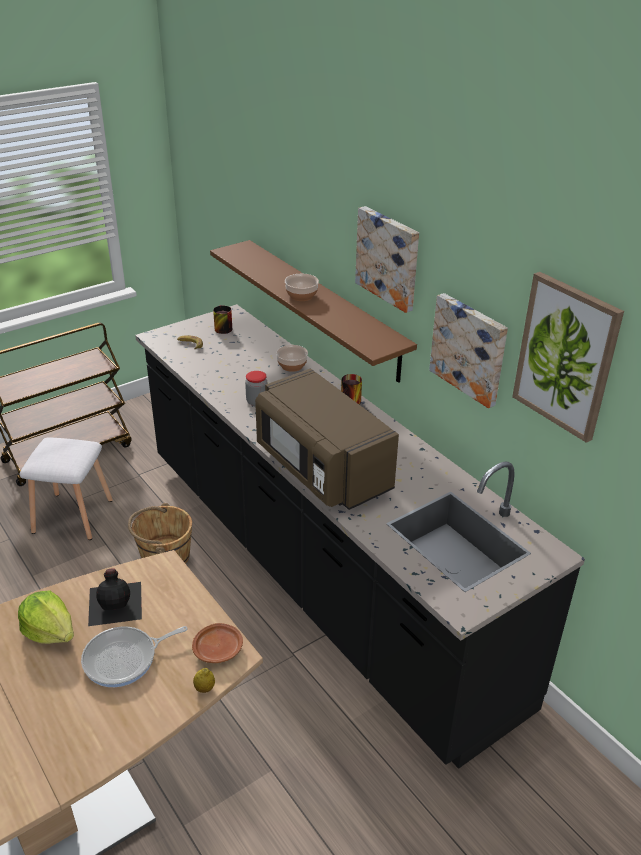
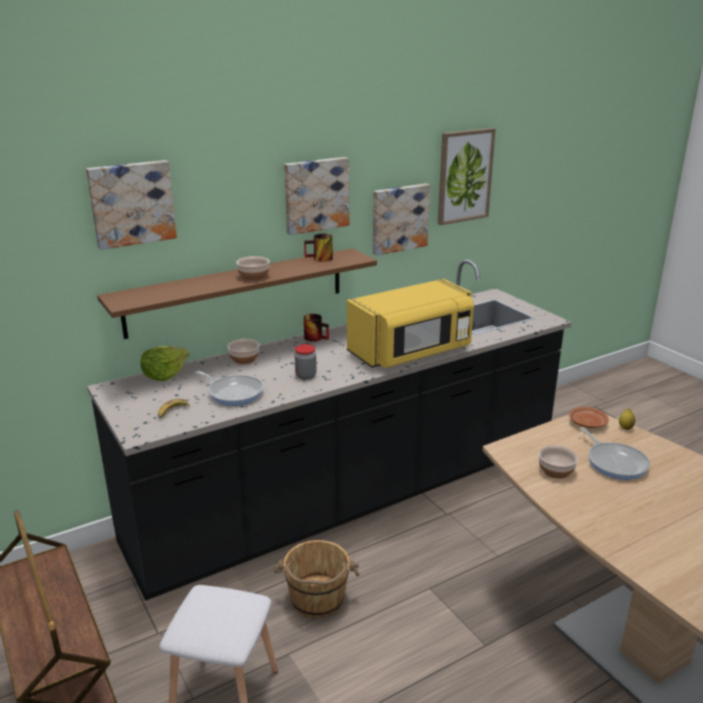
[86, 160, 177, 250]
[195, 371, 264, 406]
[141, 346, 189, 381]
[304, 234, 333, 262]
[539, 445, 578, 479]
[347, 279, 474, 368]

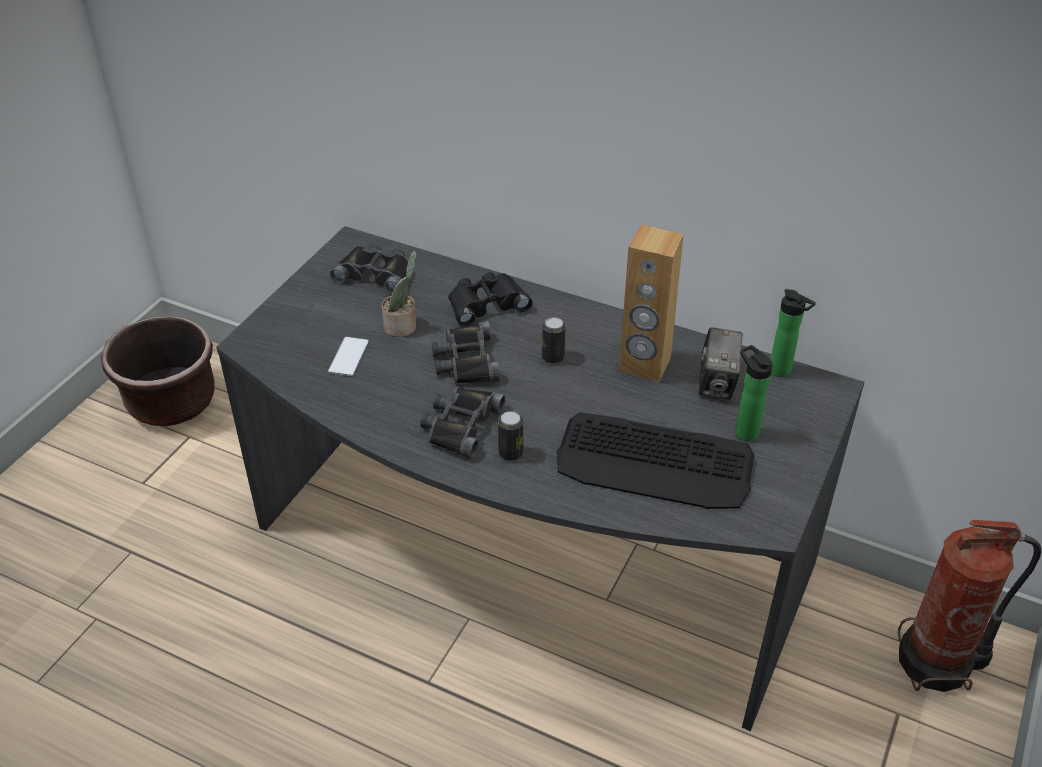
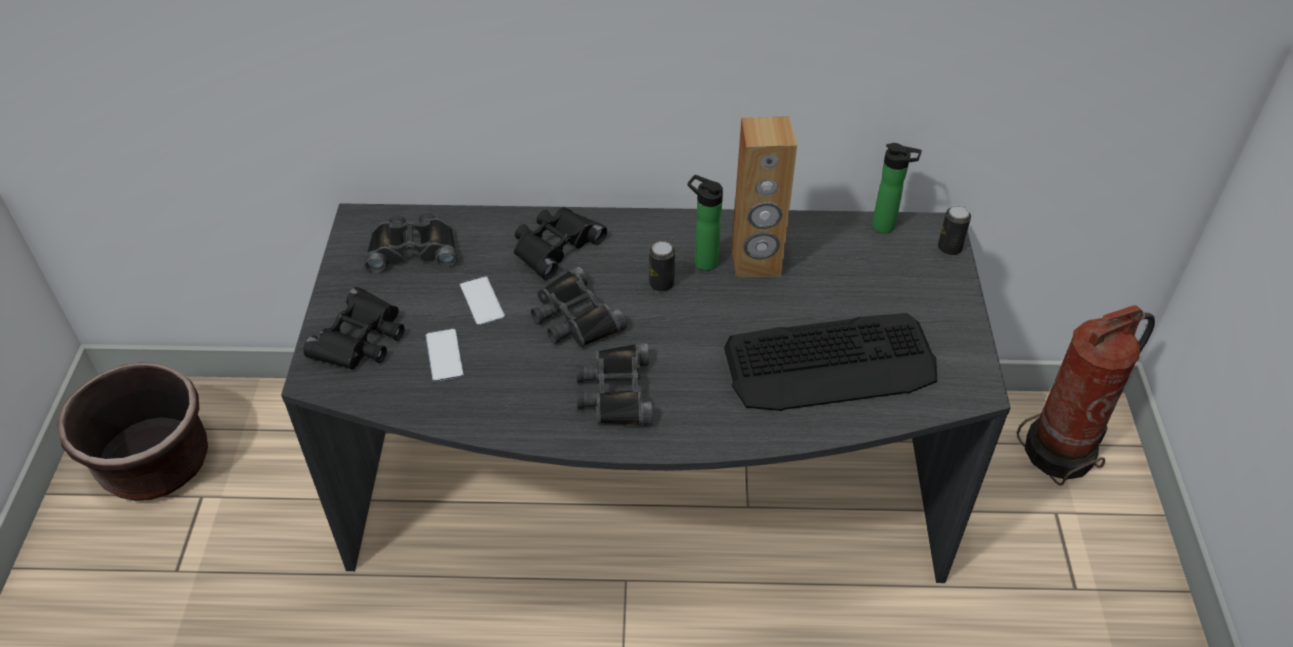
[698, 327, 743, 400] (first image)
[303, 287, 404, 370]
[938, 206, 971, 255]
[687, 175, 723, 271]
[459, 276, 505, 326]

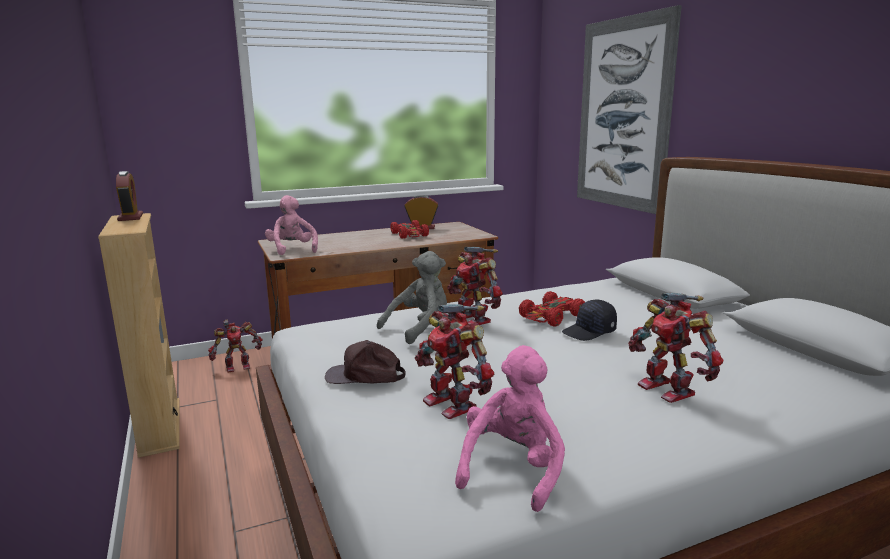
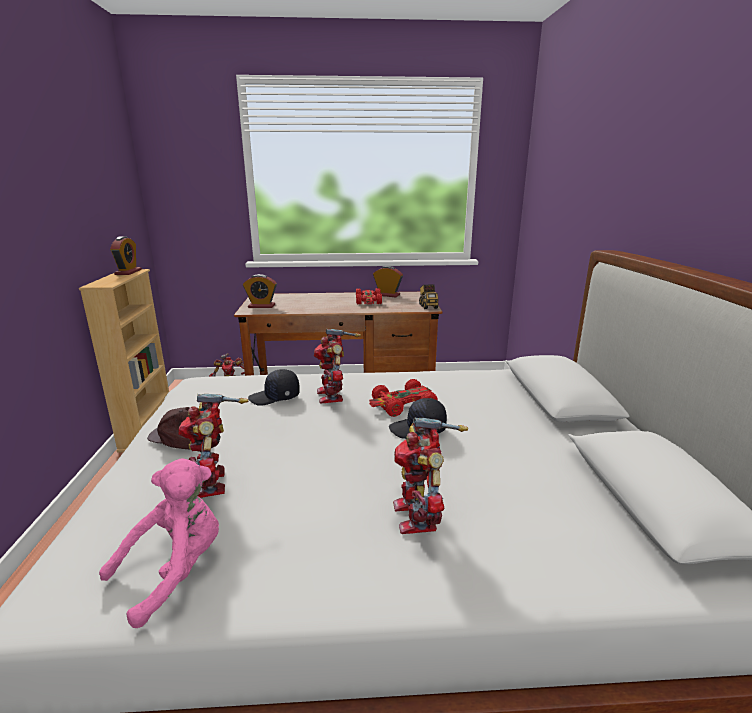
[577, 5, 682, 214] (first image)
[419, 284, 438, 309]
[243, 274, 277, 308]
[248, 369, 300, 406]

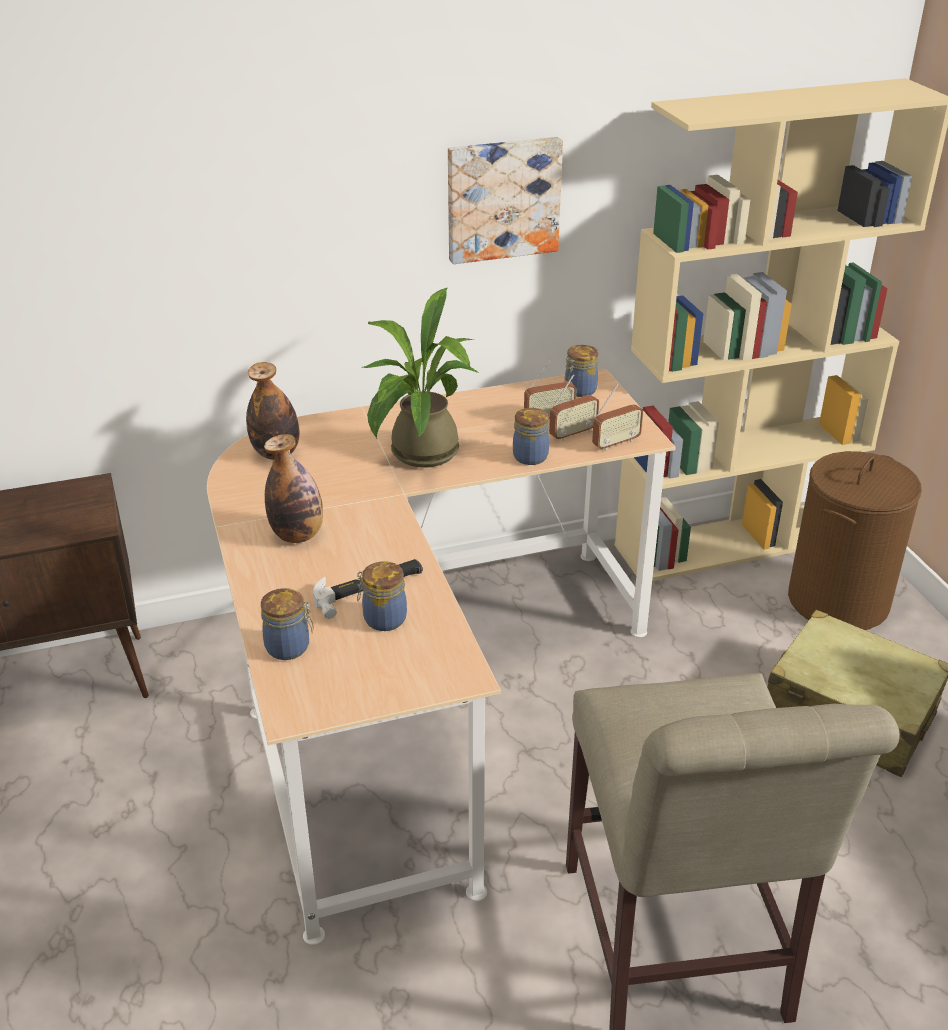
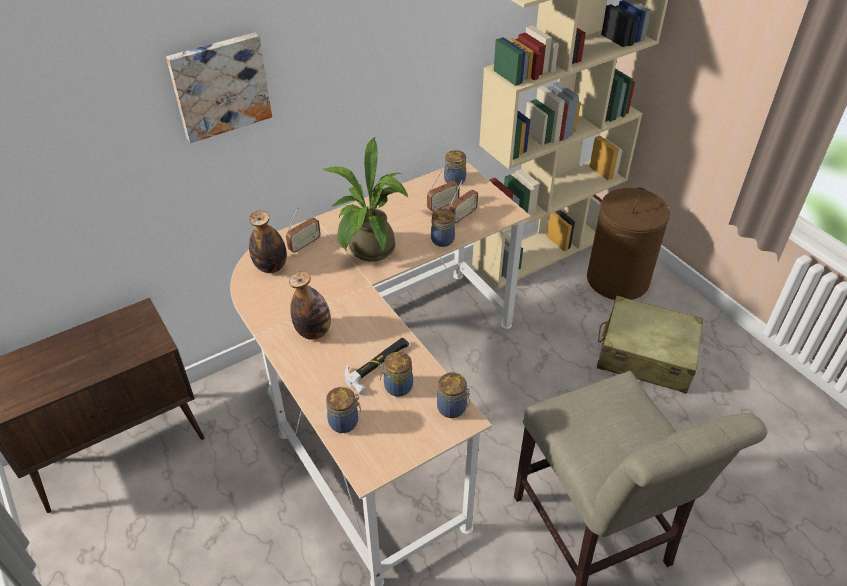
[437, 373, 470, 418]
[166, 33, 272, 143]
[286, 208, 321, 253]

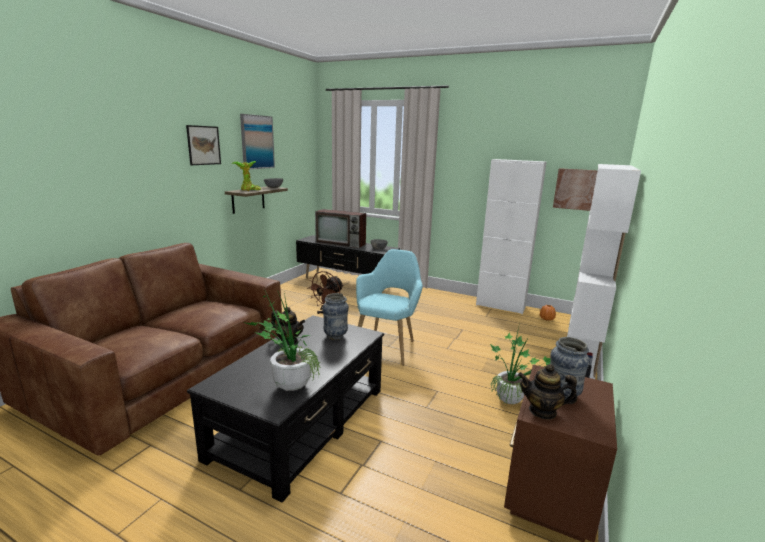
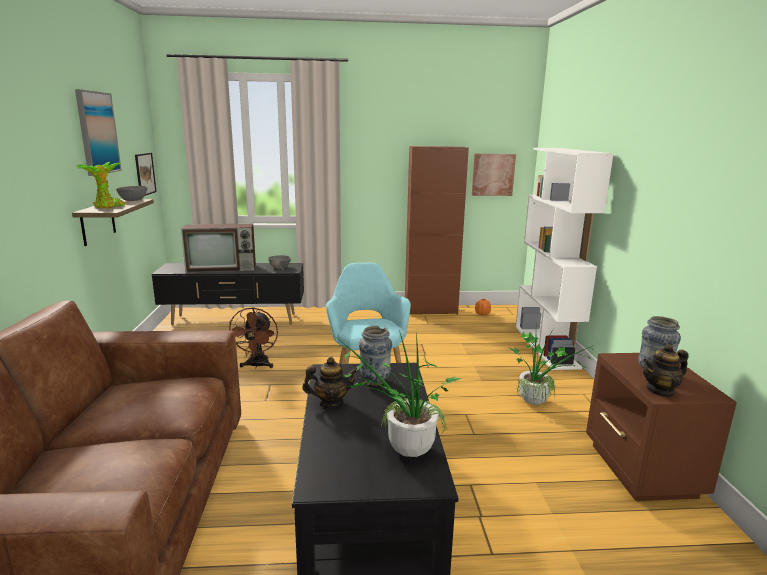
[135, 153, 157, 196]
[405, 146, 469, 314]

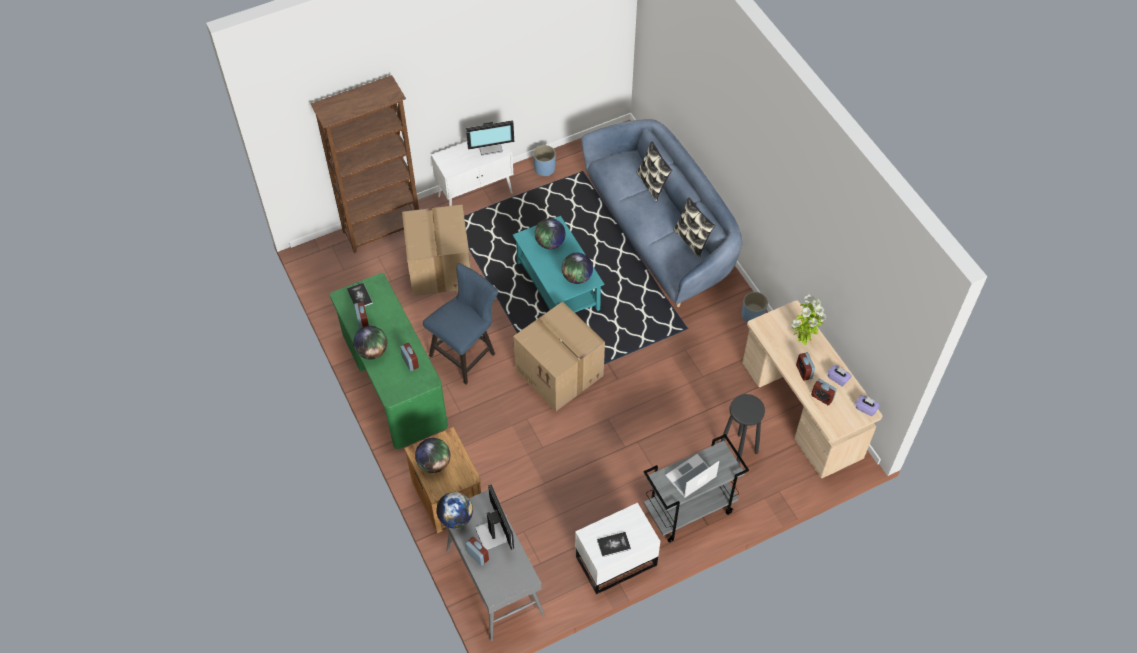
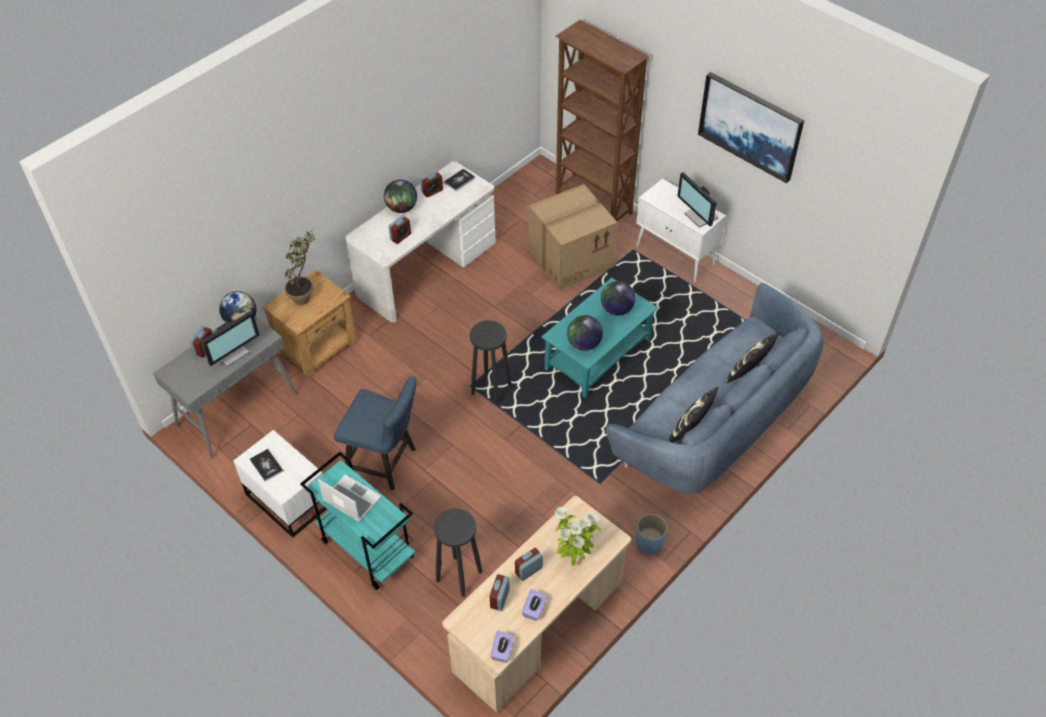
[533, 145, 556, 176] (first image)
[698, 72, 804, 183]
[333, 376, 417, 490]
[284, 231, 314, 305]
[470, 320, 511, 405]
[345, 161, 496, 323]
[300, 452, 415, 590]

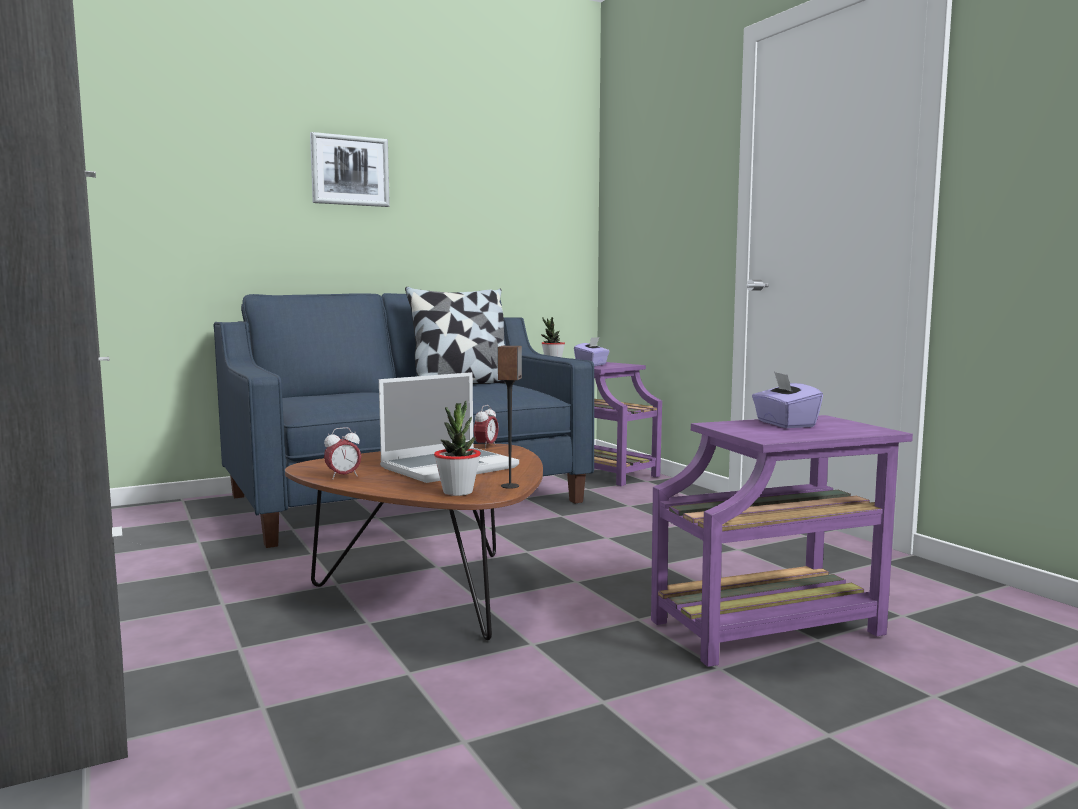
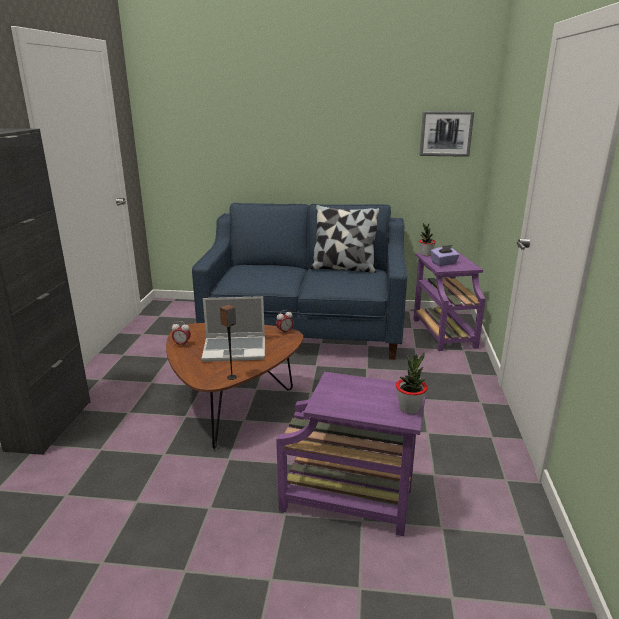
[752, 372, 823, 428] (first image)
[420, 111, 474, 157]
[396, 352, 427, 414]

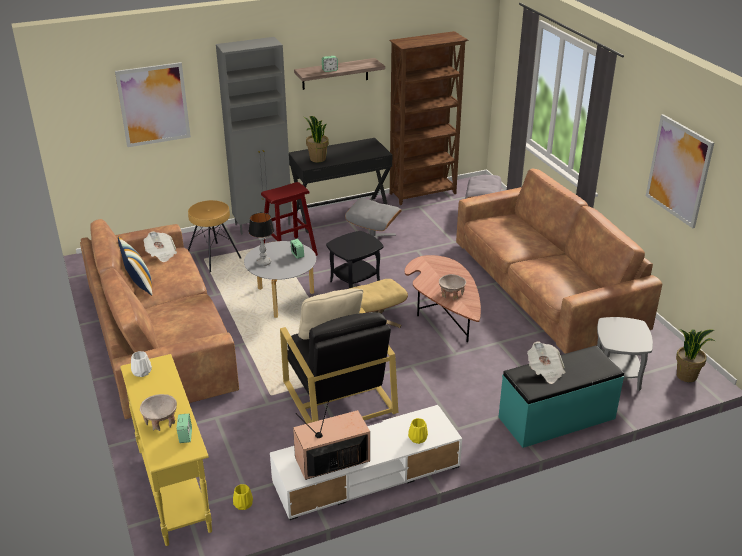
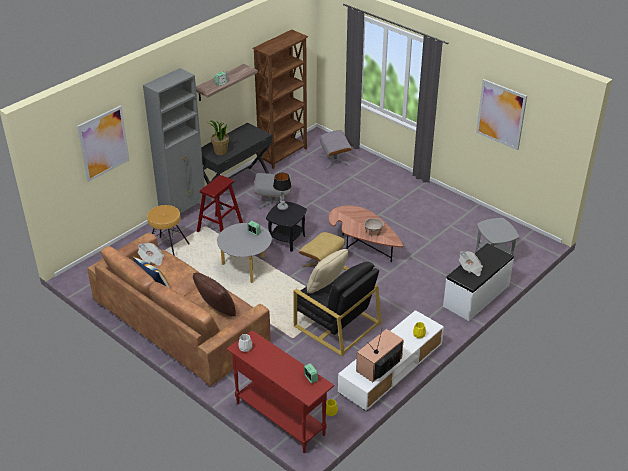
[140, 394, 177, 431] (first image)
[456, 169, 662, 354] (first image)
[676, 329, 715, 382] (first image)
[193, 273, 236, 316]
[273, 173, 291, 210]
[227, 330, 335, 453]
[443, 243, 514, 321]

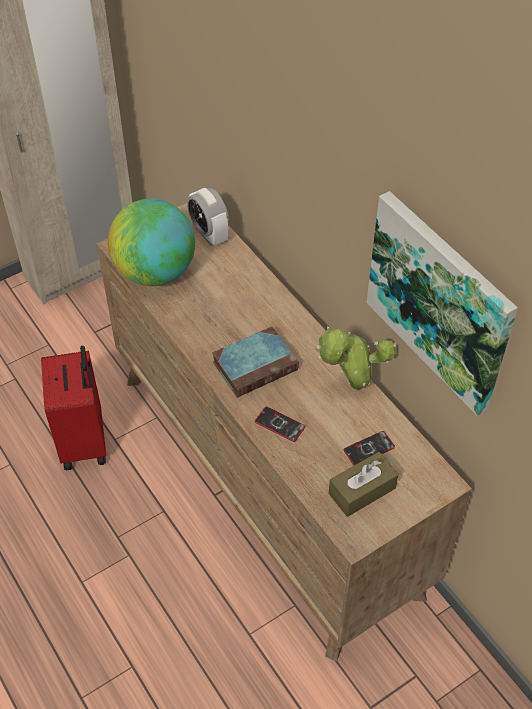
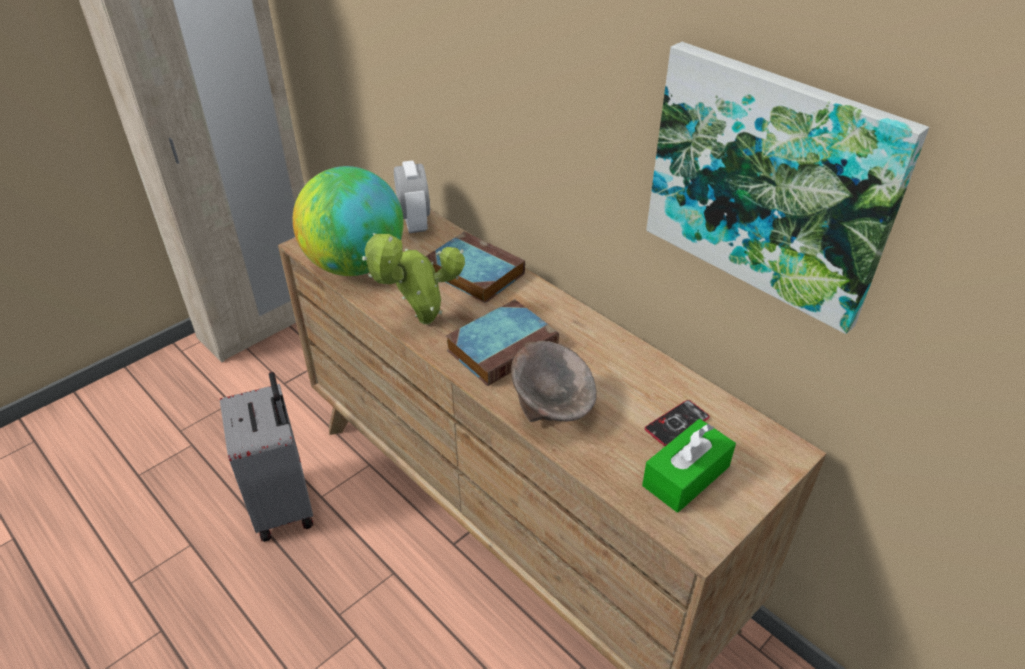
[426, 232, 525, 303]
[362, 233, 465, 324]
[511, 341, 597, 422]
[220, 372, 313, 542]
[642, 419, 736, 513]
[394, 160, 430, 233]

